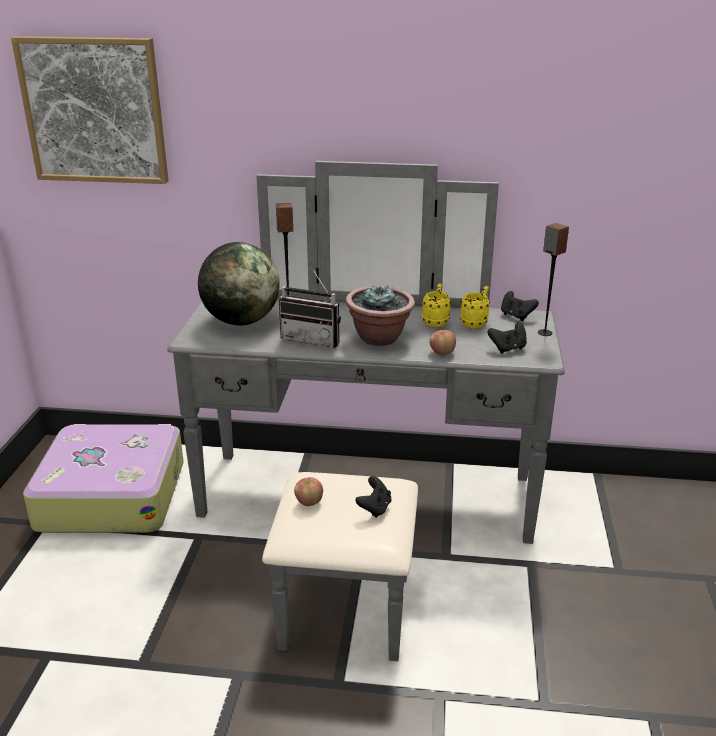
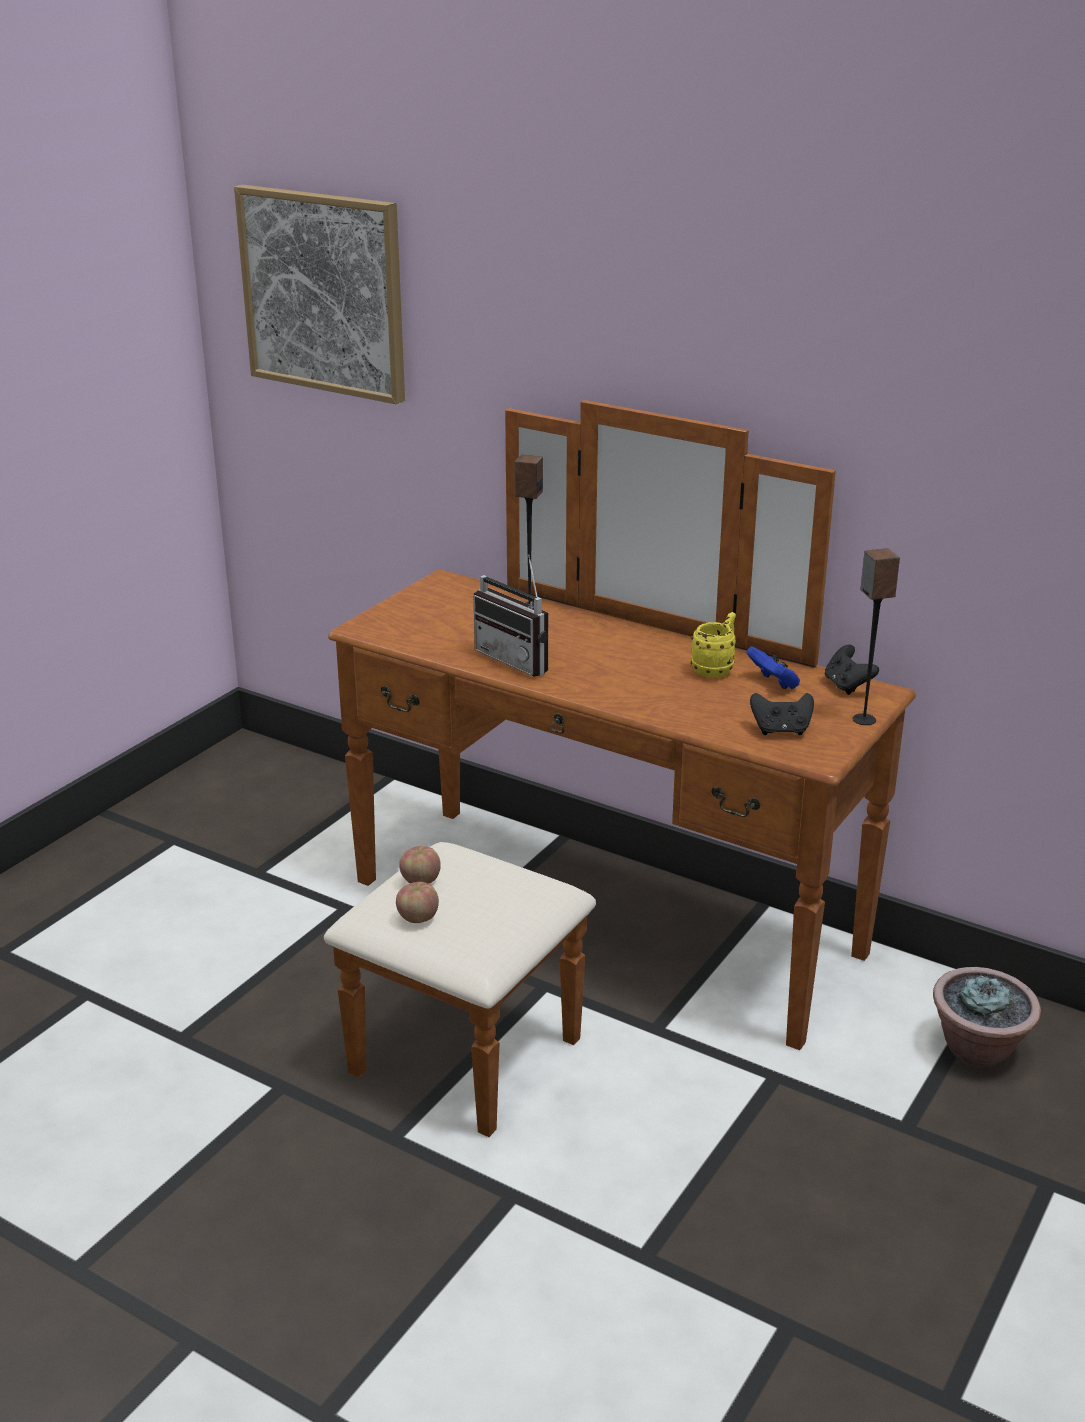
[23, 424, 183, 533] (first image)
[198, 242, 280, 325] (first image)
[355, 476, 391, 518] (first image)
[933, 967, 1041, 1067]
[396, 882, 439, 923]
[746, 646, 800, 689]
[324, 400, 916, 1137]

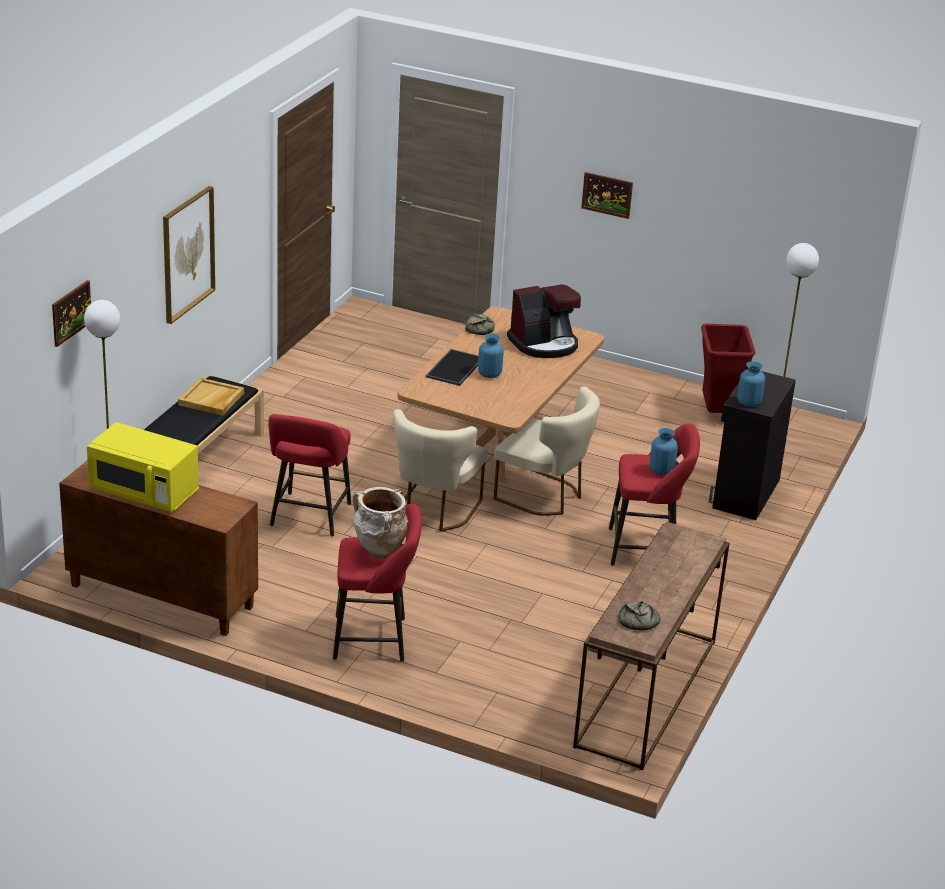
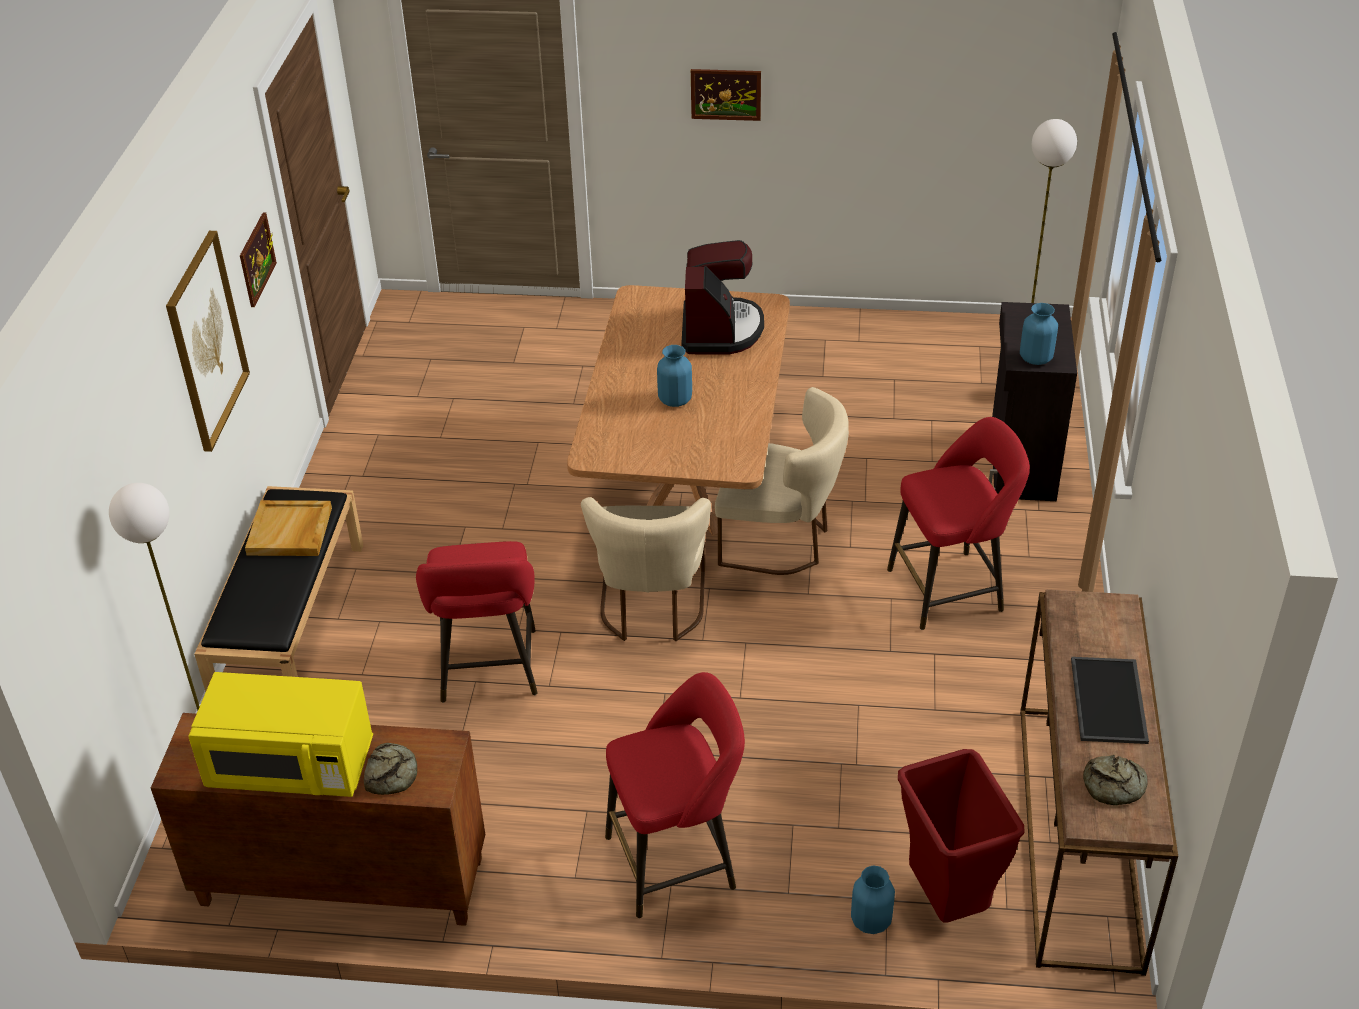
[352, 487, 408, 559] (first image)
[240, 213, 277, 307]
[1071, 657, 1149, 744]
[364, 743, 417, 795]
[851, 865, 895, 934]
[898, 749, 1025, 922]
[682, 240, 764, 354]

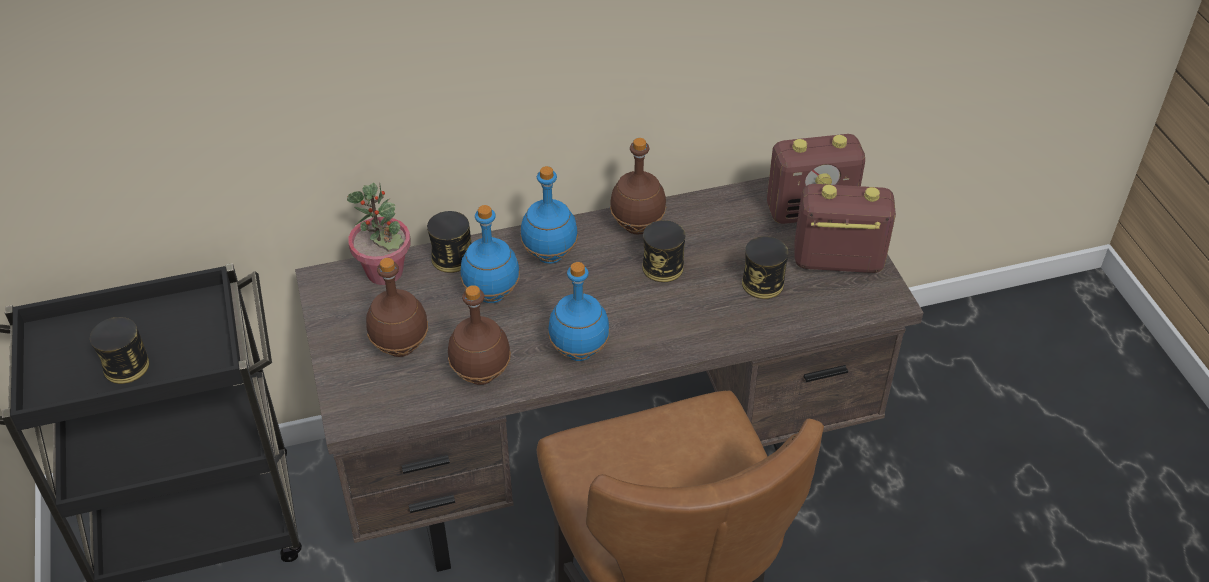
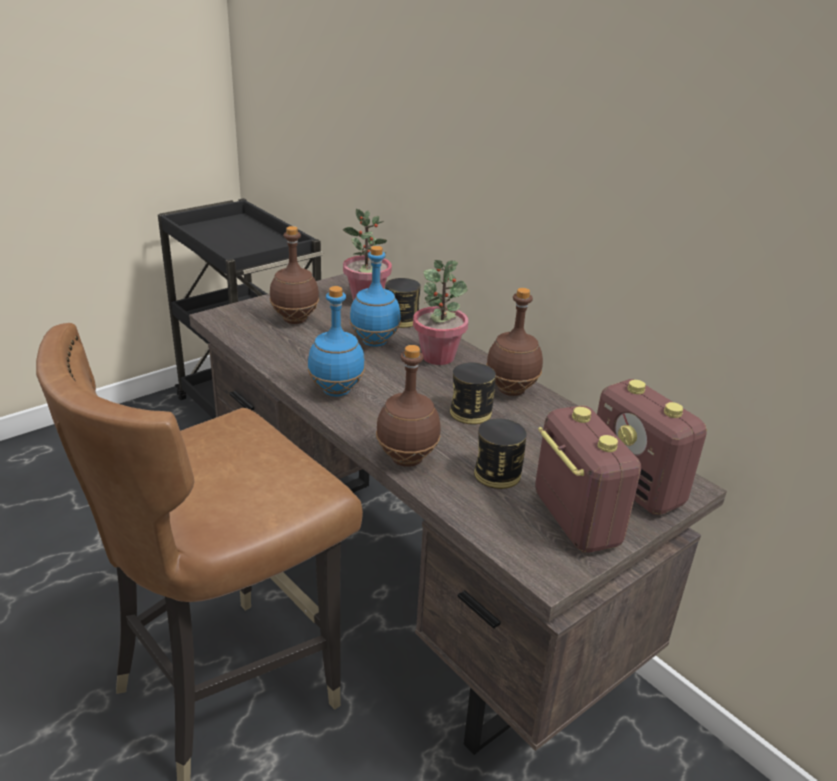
[90, 317, 149, 384] (first image)
[376, 345, 441, 467]
[413, 260, 468, 365]

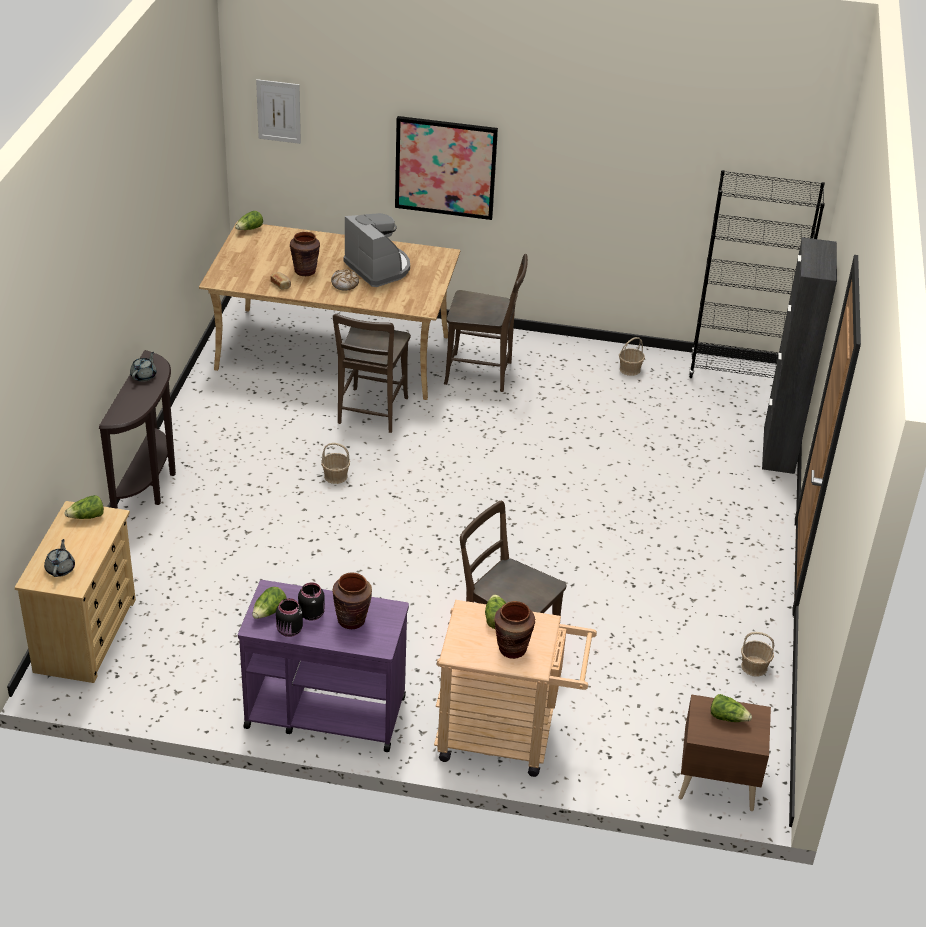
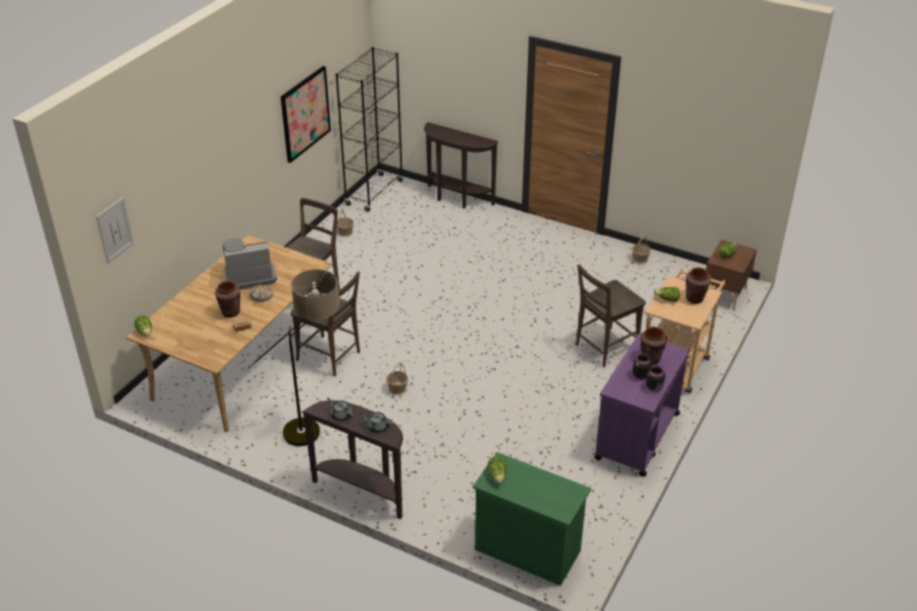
[252, 587, 287, 619] (first image)
[247, 269, 339, 446]
[360, 412, 393, 433]
[281, 66, 331, 163]
[424, 122, 499, 209]
[473, 452, 591, 586]

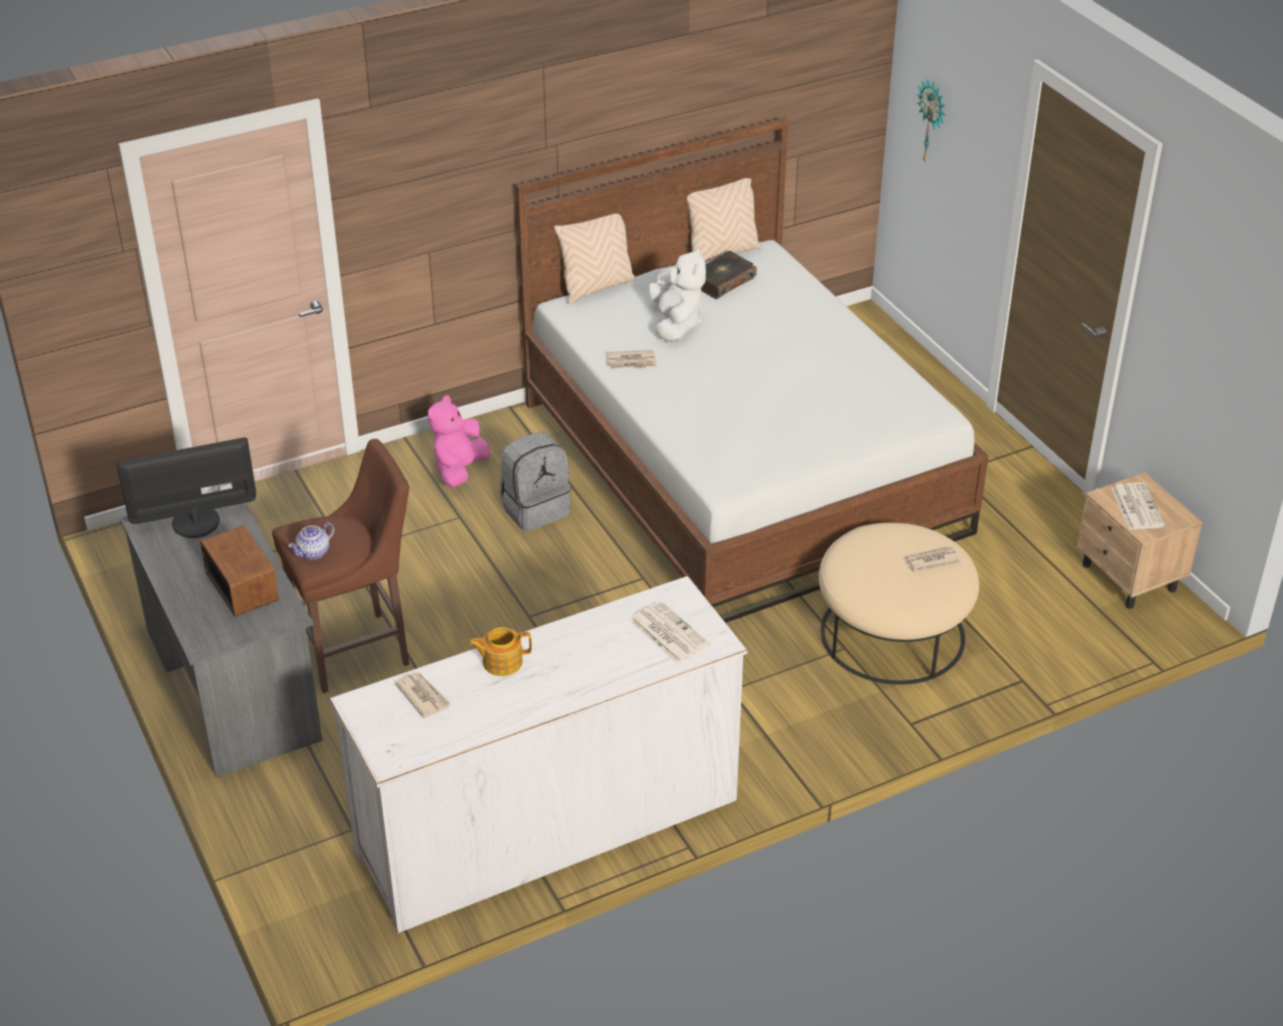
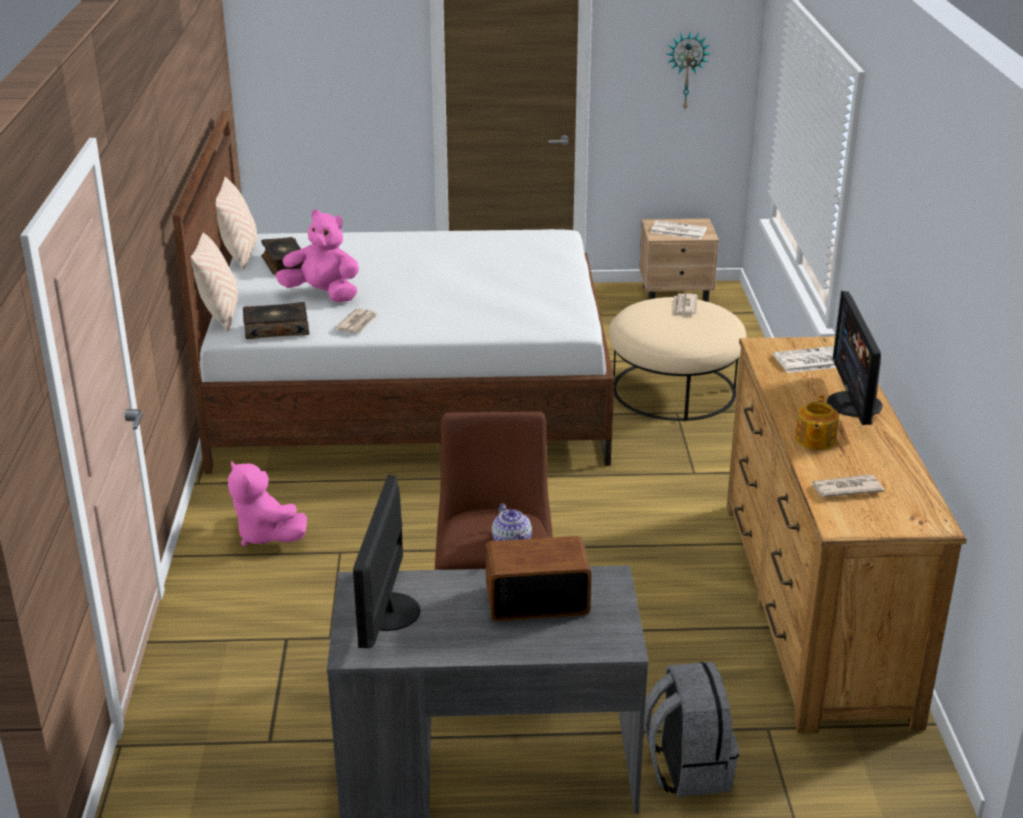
[243, 302, 309, 339]
[827, 291, 883, 425]
[644, 662, 739, 797]
[667, 32, 711, 109]
[727, 337, 967, 733]
[275, 209, 359, 303]

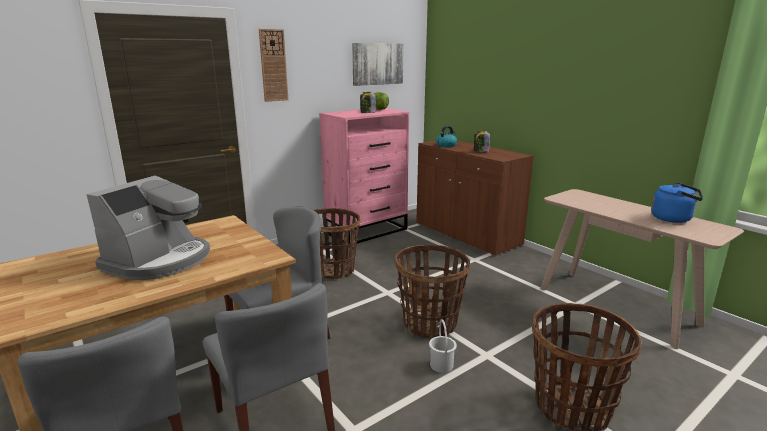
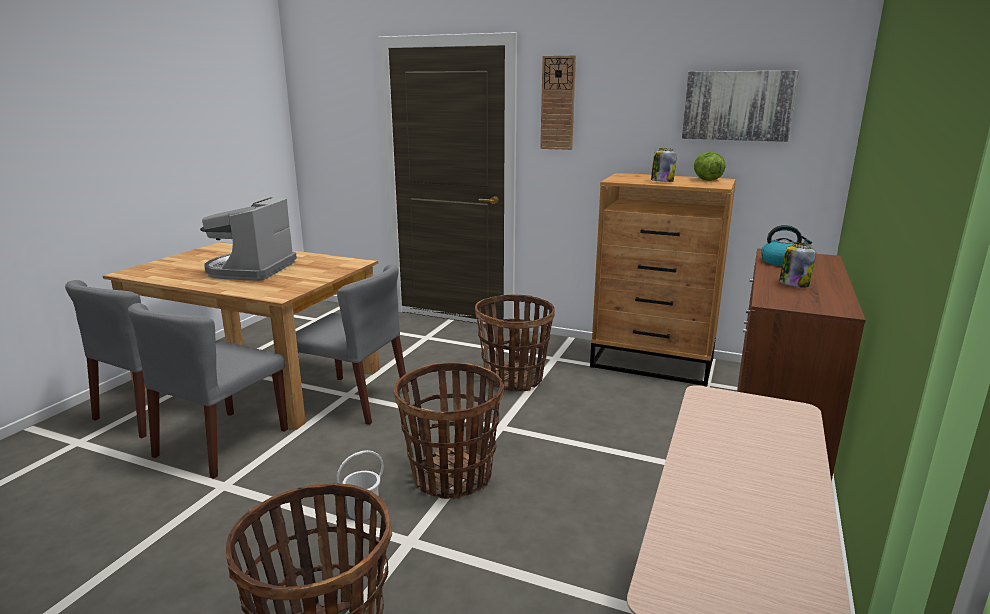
[651, 182, 703, 223] (first image)
[590, 173, 736, 387]
[200, 197, 297, 281]

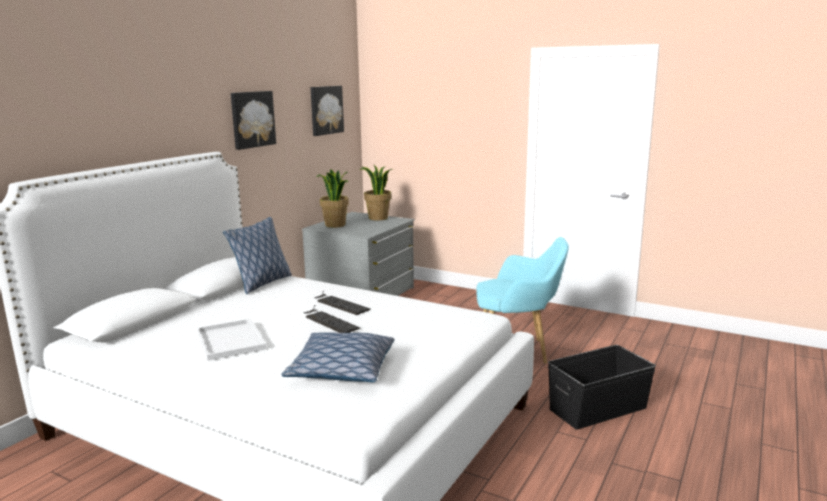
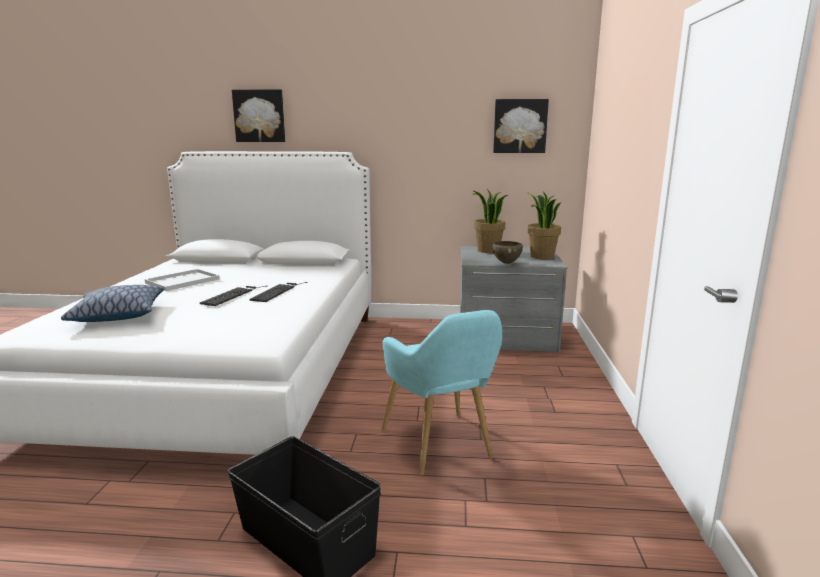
[223, 217, 292, 294] (first image)
[492, 241, 523, 264]
[232, 89, 285, 142]

